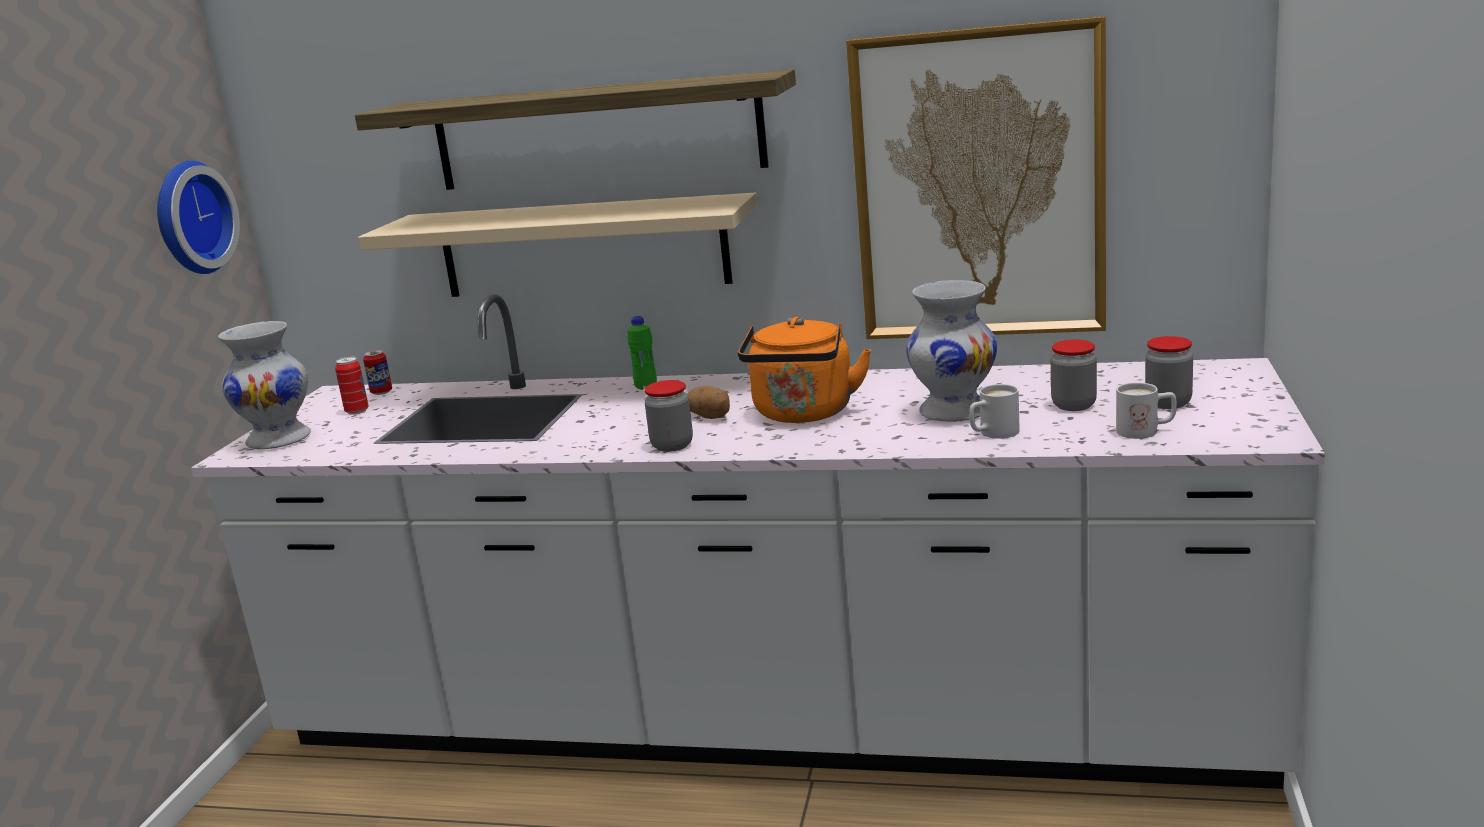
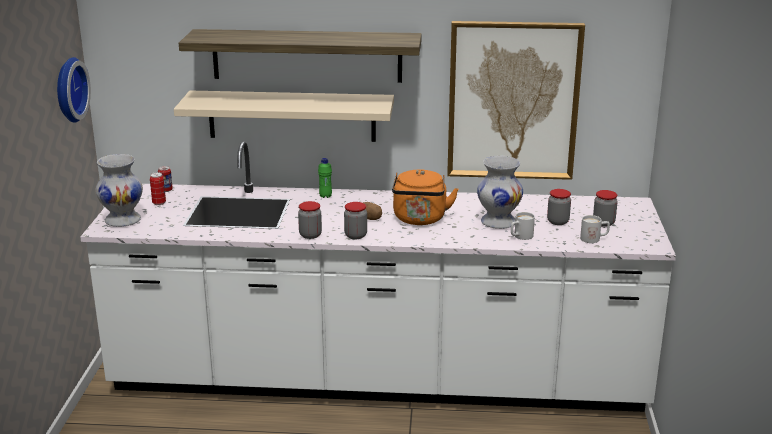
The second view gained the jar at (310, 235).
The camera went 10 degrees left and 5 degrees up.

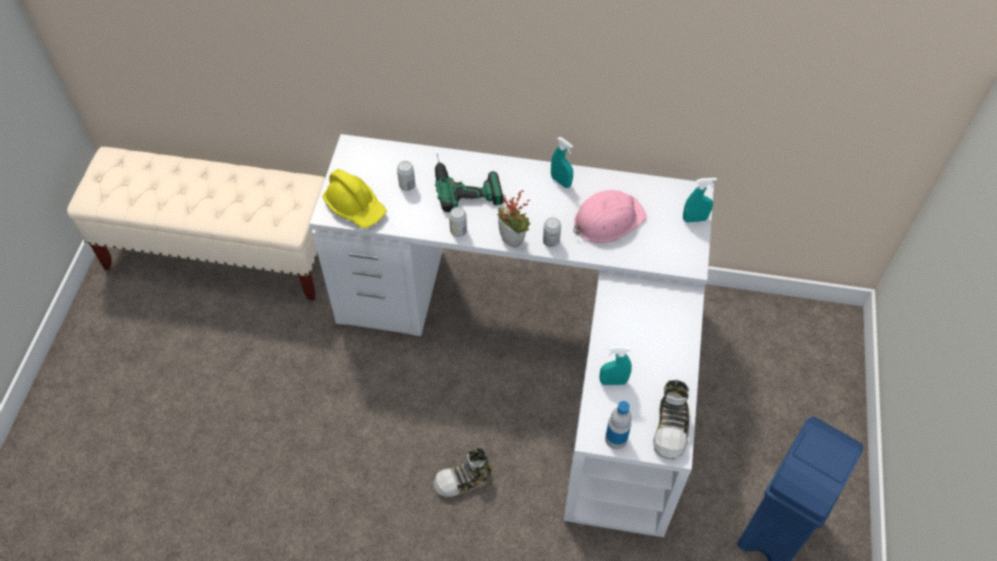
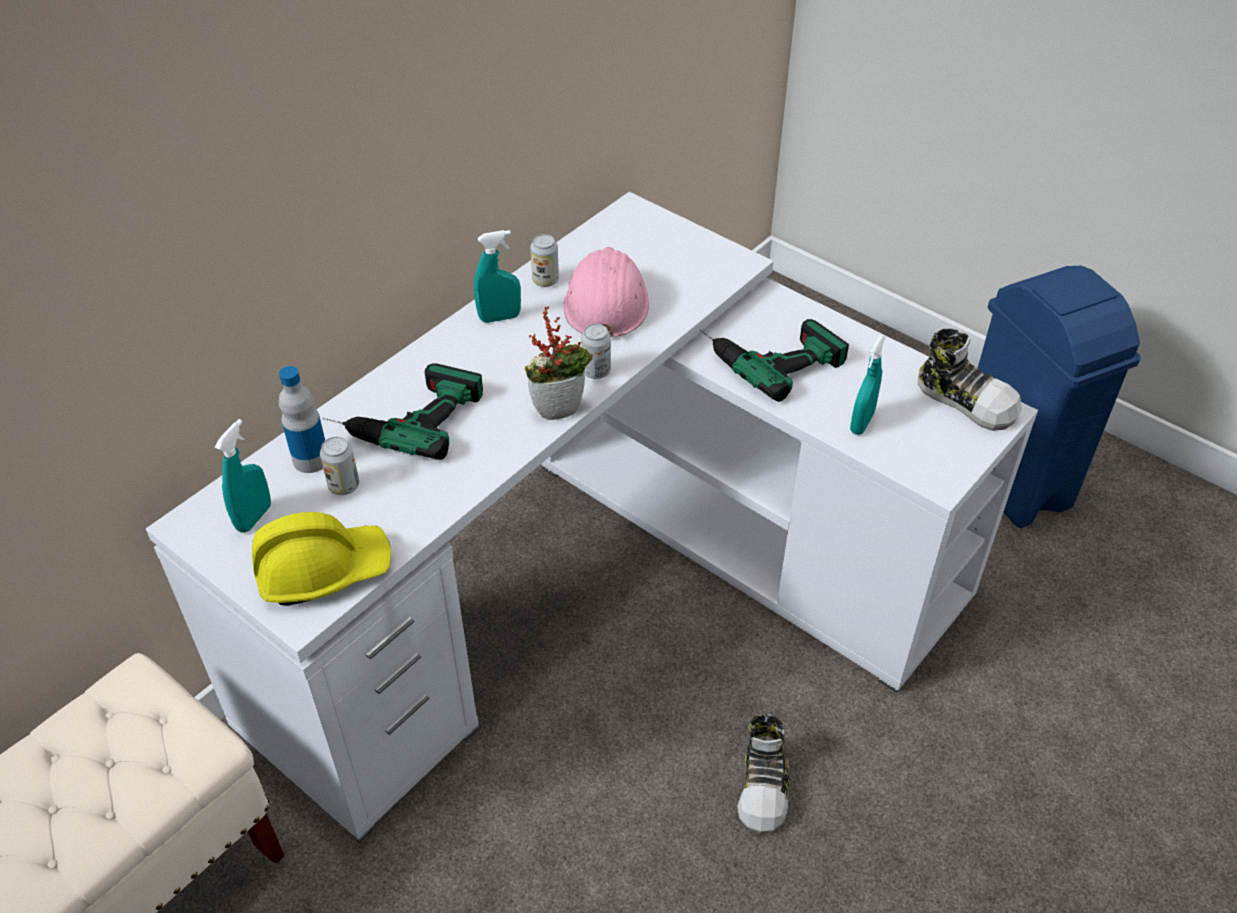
The can ended up elsewhere, having gone from (458, 231) to (545, 280).
The bottle ended up elsewhere, having gone from (616, 439) to (311, 460).
The turquoise spray bottle ended up elsewhere, having gone from (695, 219) to (254, 517).
The second view gained the power drill at (767, 353).
The camera went 60 degrees left and 10 degrees down.

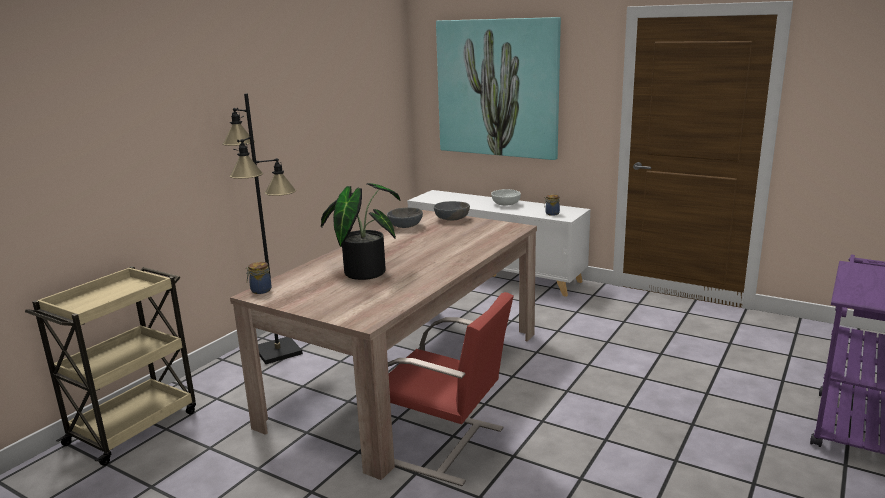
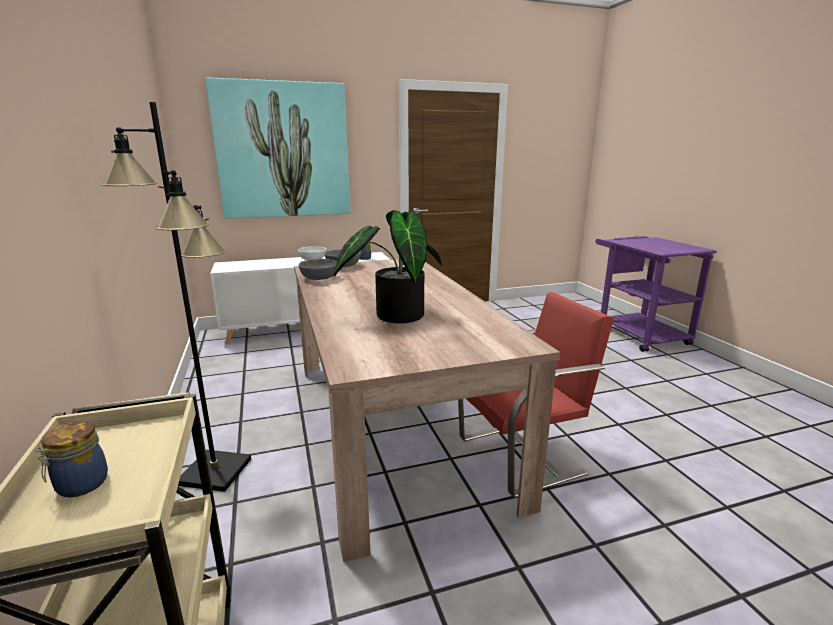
The jar ended up elsewhere, having gone from (260, 290) to (80, 485).
The camera went 50 degrees left and 0 degrees up.

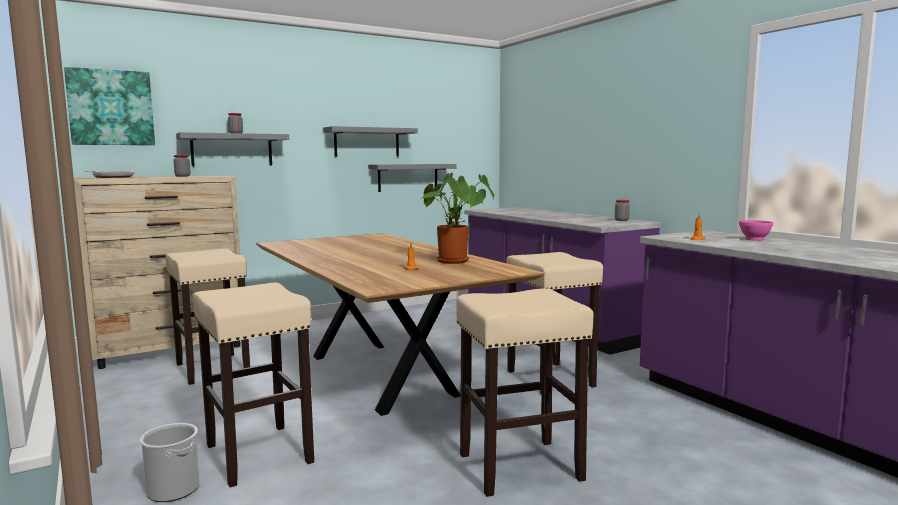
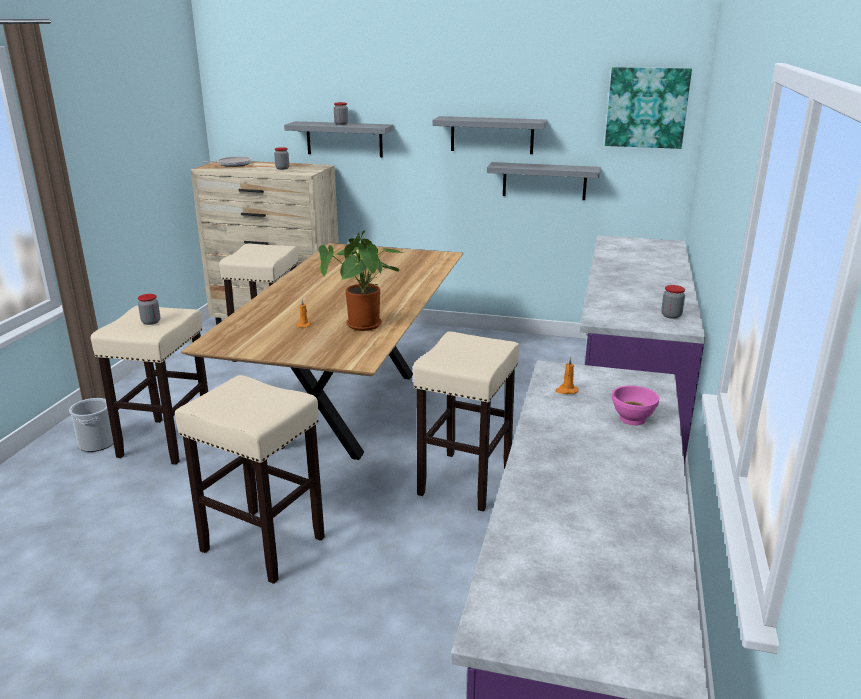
The picture ended up elsewhere, having gone from (111, 108) to (646, 107).
The second view gained the jar at (151, 322).
The camera went 45 degrees right and 15 degrees up.

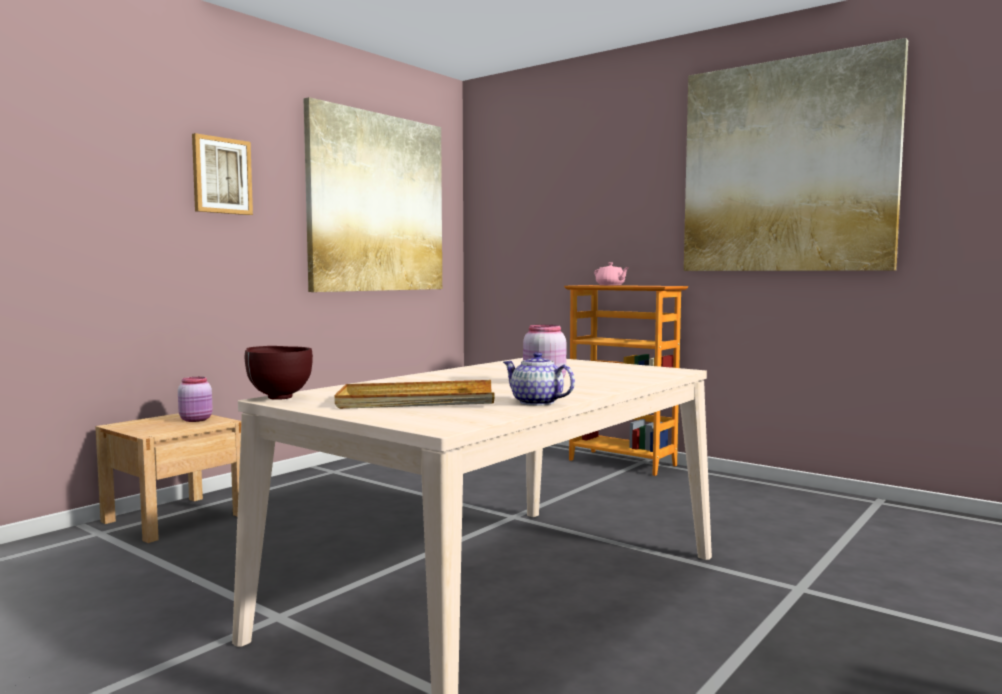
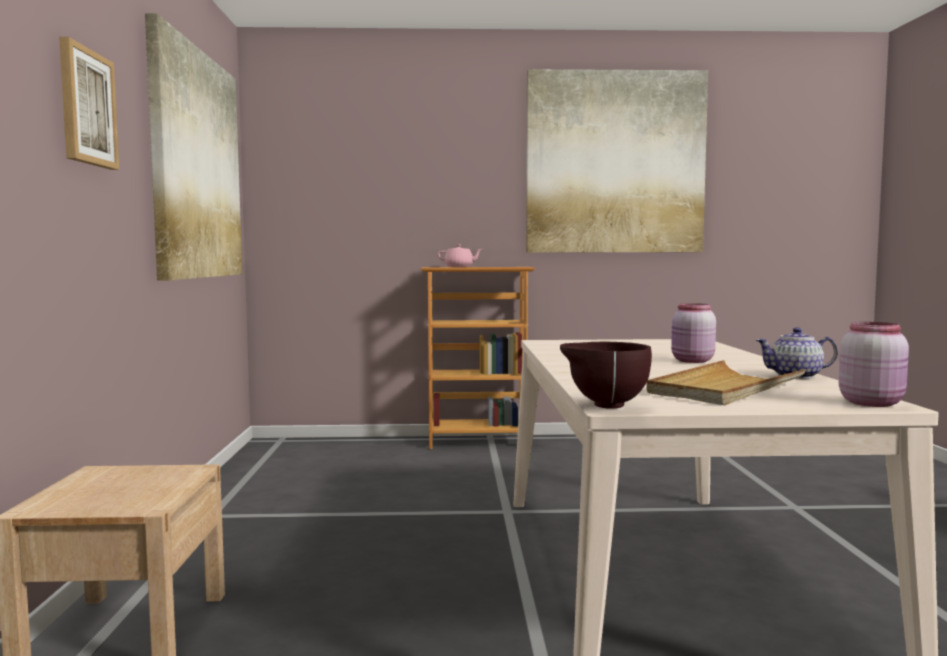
The pink jar ended up elsewhere, having gone from (197, 420) to (871, 403).
The camera went 40 degrees left and 0 degrees up.

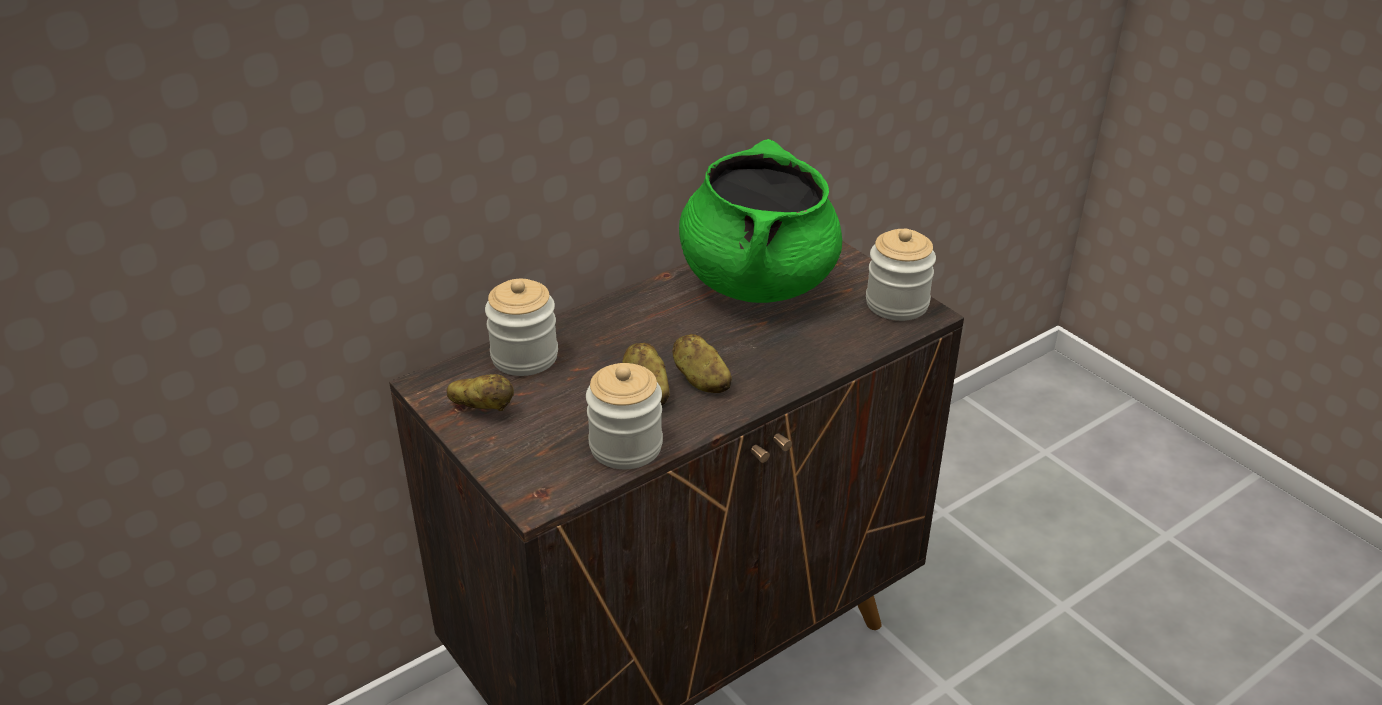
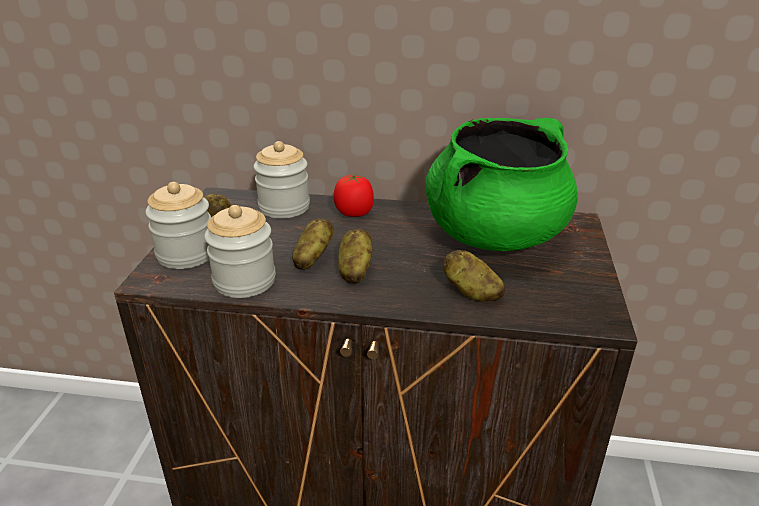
The jar ended up elsewhere, having gone from (897, 304) to (186, 254).
The second view gained the tomato at (354, 213).
The second view gained the potato at (471, 292).
The camera went 45 degrees right and 5 degrees down.

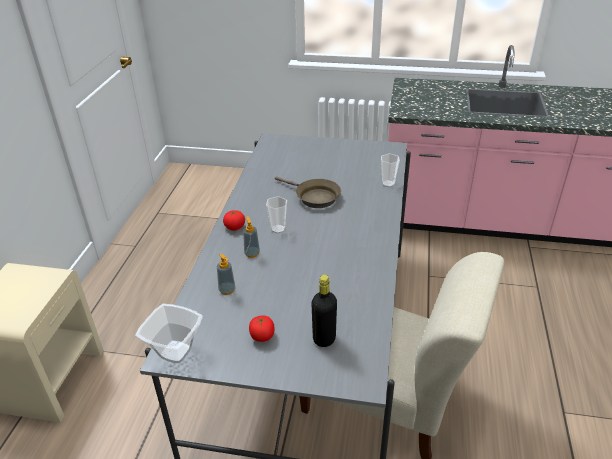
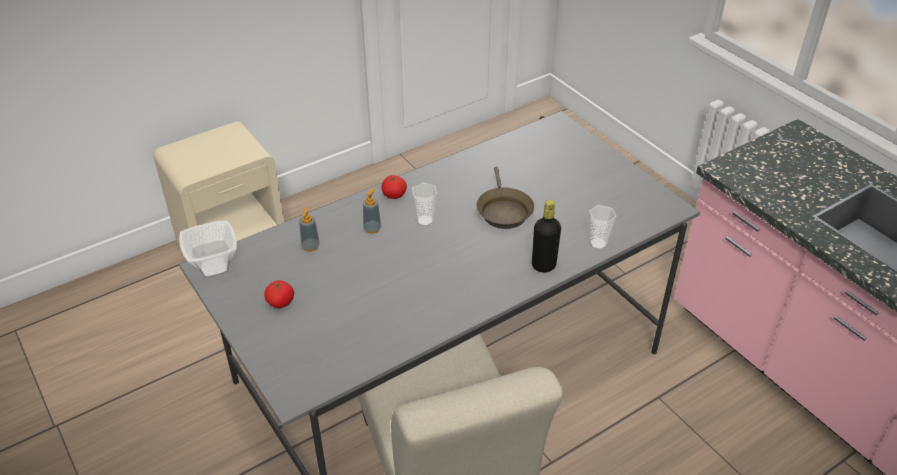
The black bottle ended up elsewhere, having gone from (324, 339) to (543, 265).
The camera went 45 degrees right and 5 degrees up.

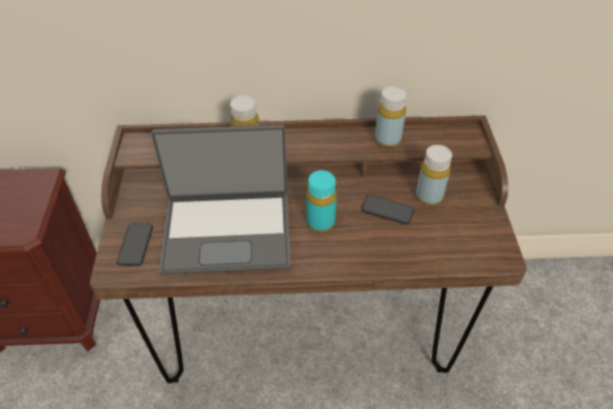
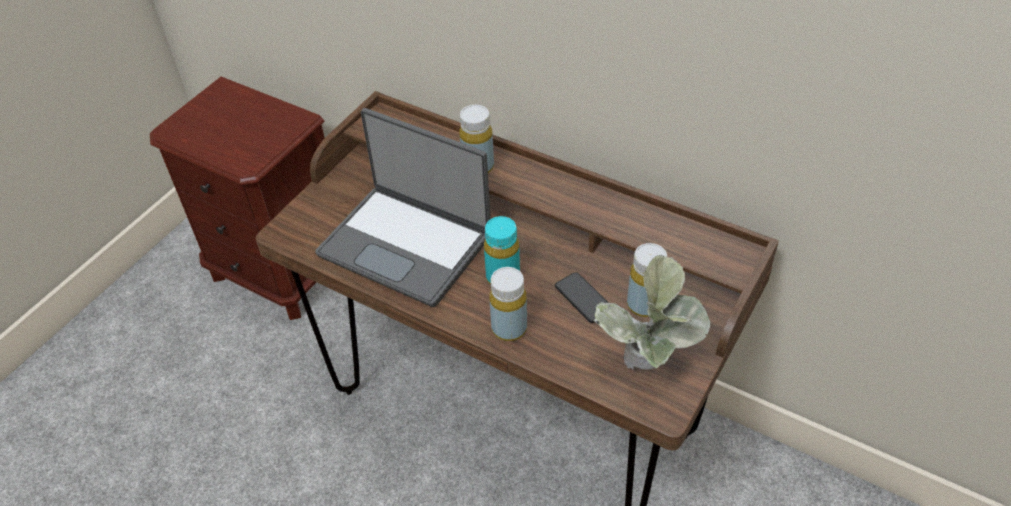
The second view lost the phone at (135, 245).
The yellow bottle ended up elsewhere, having gone from (387, 139) to (509, 328).
The second view gained the potted plant at (647, 369).
The camera went 35 degrees right and 0 degrees up.

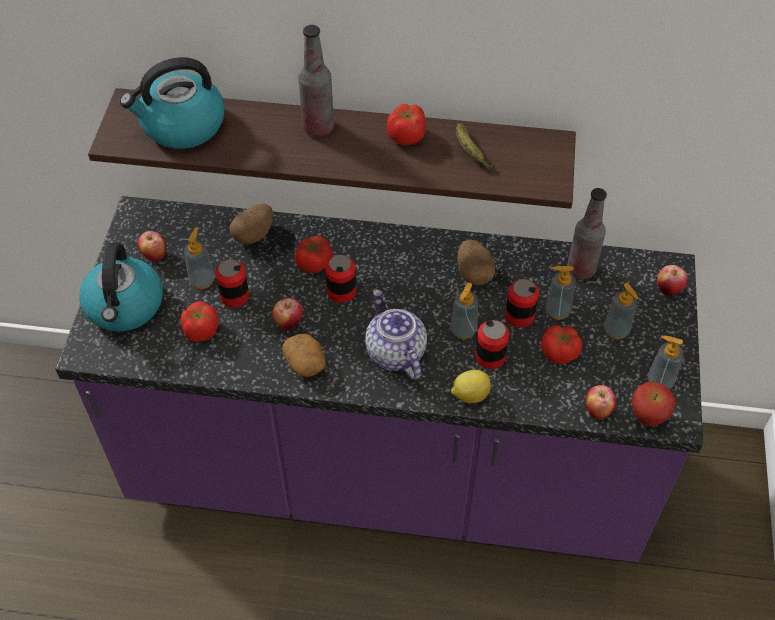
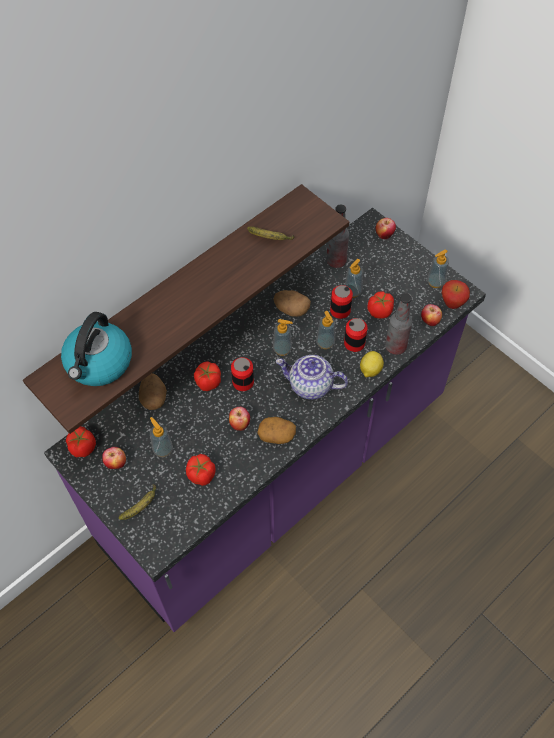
Where the kettle stood at (125, 306), the banana came to stand at (141, 506).
The second view lost the can at (234, 296).
The bottle ended up elsewhere, having gone from (318, 127) to (395, 347).
The tomato ended up elsewhere, having gone from (406, 136) to (83, 447).
The soap dispenser ended up elsewhere, having gone from (616, 330) to (282, 349).
The camera went 50 degrees left and 5 degrees up.

